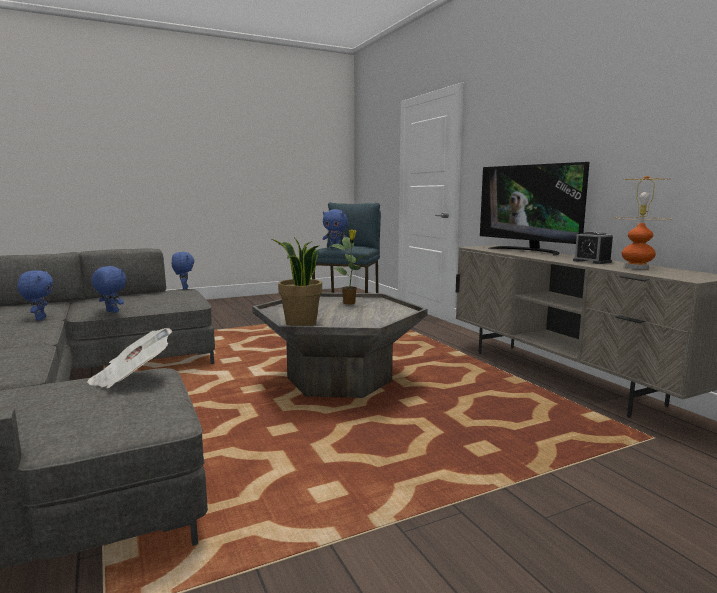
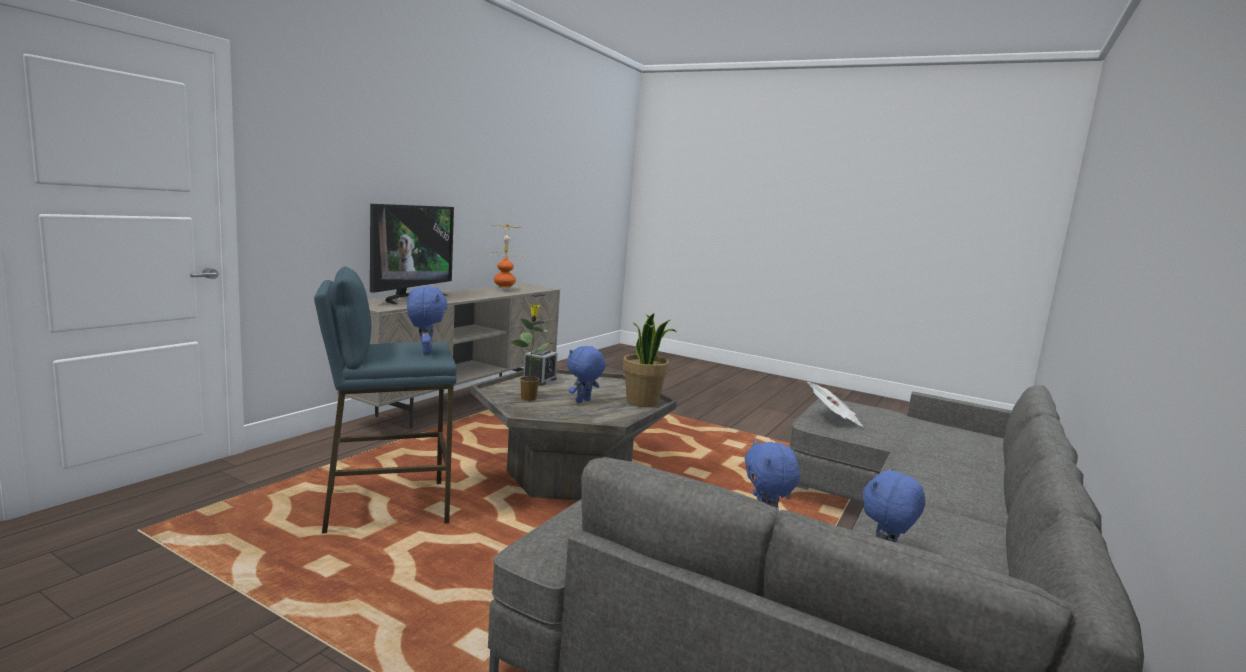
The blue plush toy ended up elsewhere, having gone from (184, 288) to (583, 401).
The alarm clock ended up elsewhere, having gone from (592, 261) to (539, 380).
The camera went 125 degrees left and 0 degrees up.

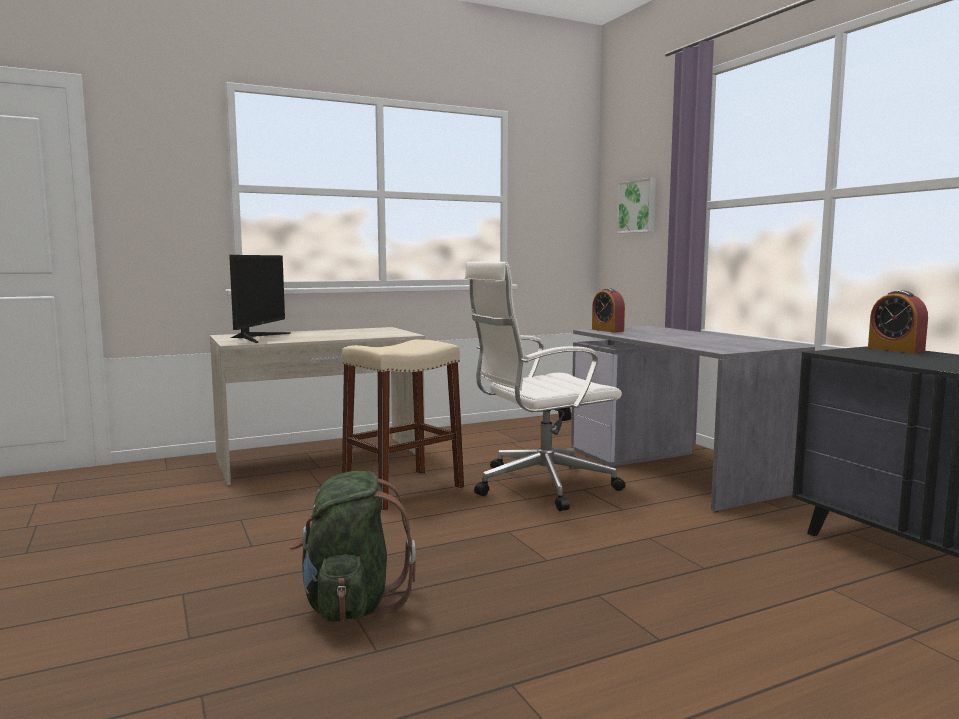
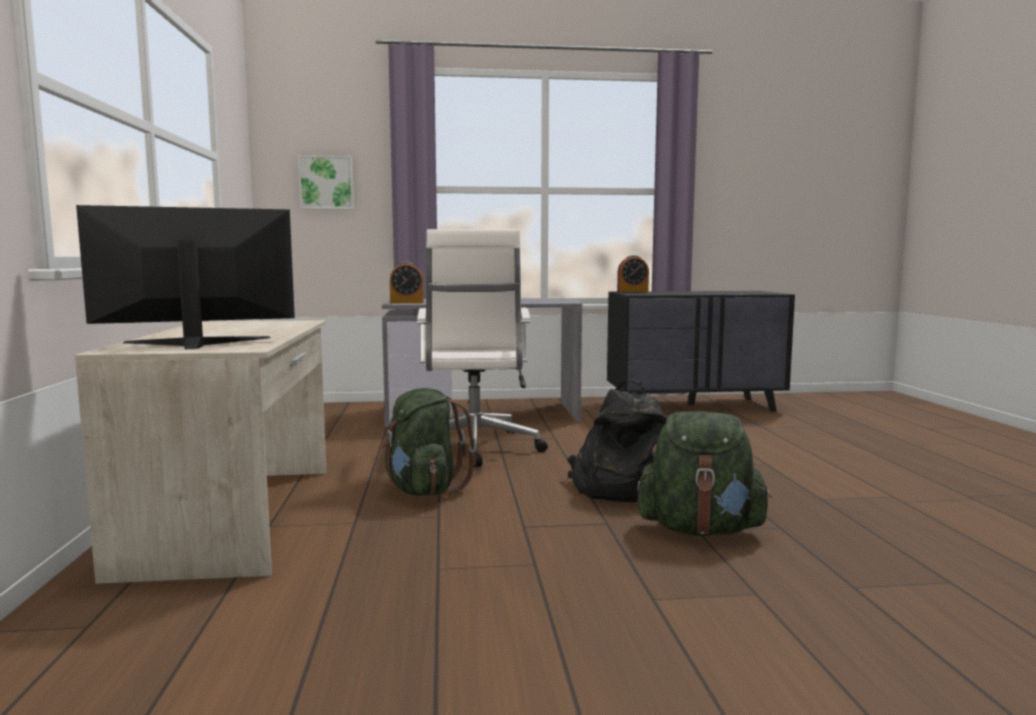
The monitor at (257, 337) ended up facing another way, 45 degrees counterclockwise from before.
Where the beige stool stood at (403, 489), the green backpack came to stand at (423, 490).
The second view gained the black backpack at (617, 488).
The camera went 70 degrees left and 0 degrees up.

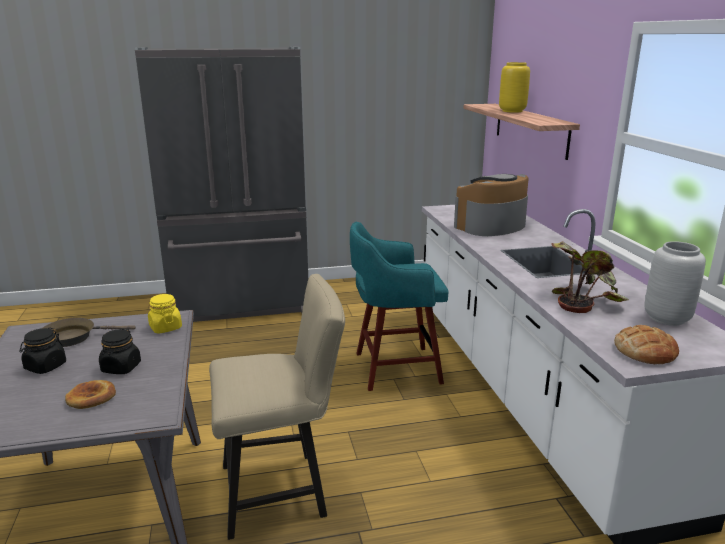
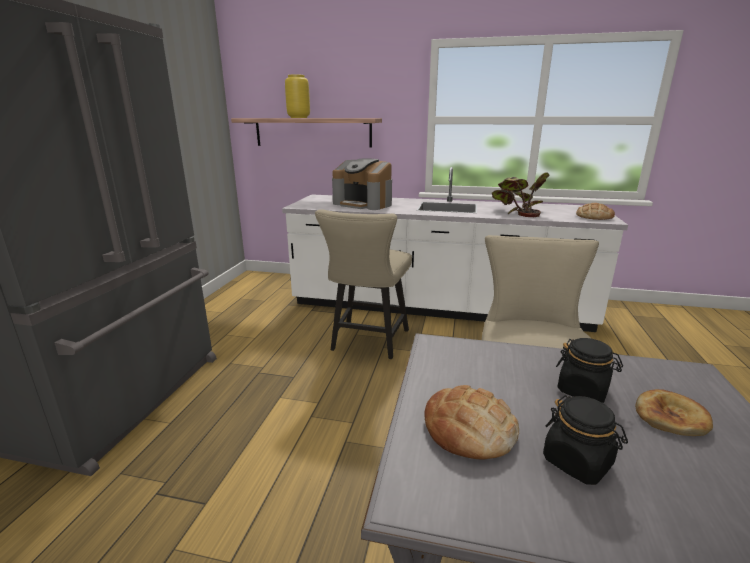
Where the brown frying pan stood at (74, 337), the bread came to stand at (469, 429).
The second view lost the yellow jar at (165, 327).
Where the turquoise stool stood at (394, 368), the beige chair came to stand at (367, 342).
The coffee machine at (490, 226) ended up facing another way, 45 degrees counterclockwise from before.
The second view lost the grey vase at (666, 318).
The camera went 65 degrees left and 0 degrees up.

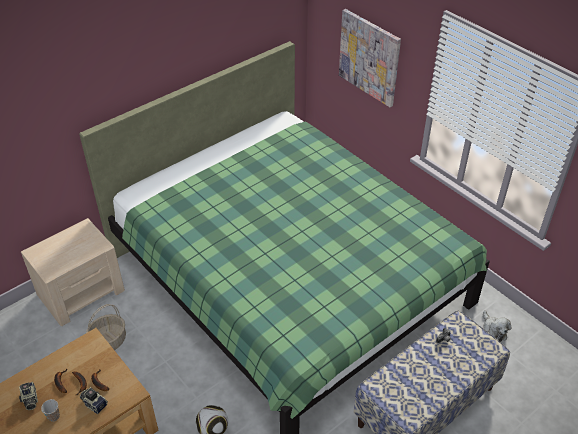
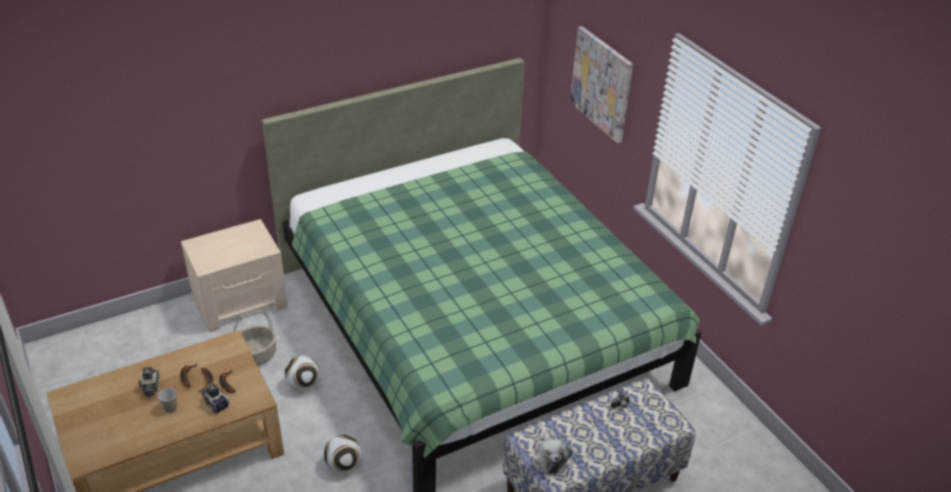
The plush toy ended up elsewhere, having gone from (493, 330) to (550, 457).
The second view gained the football at (303, 384).
The camera went 10 degrees right and 5 degrees down.

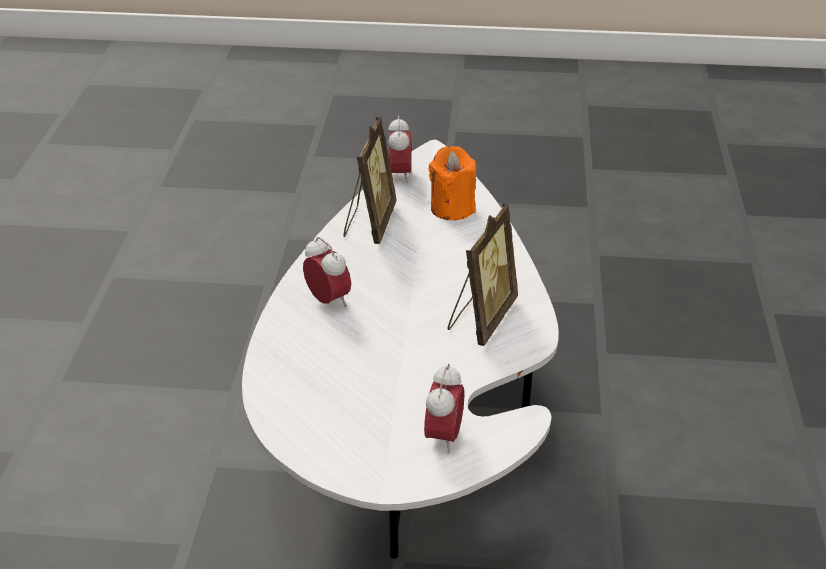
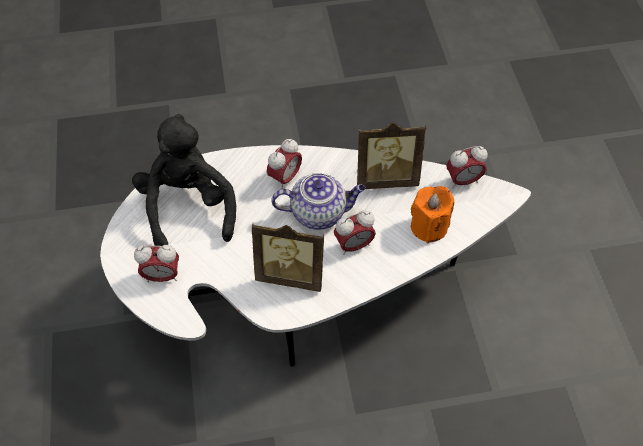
The second view gained the black plush toy at (189, 206).
The second view gained the teapot at (319, 212).
The second view gained the alarm clock at (353, 245).
The camera went 75 degrees right and 20 degrees up.

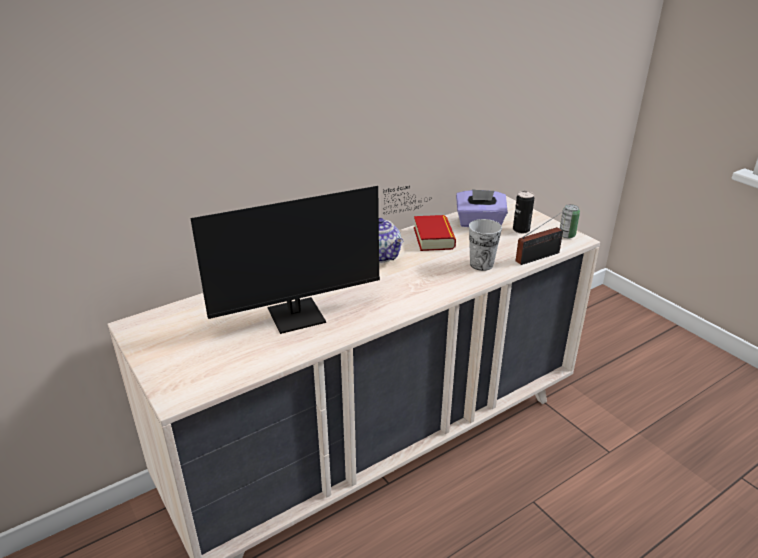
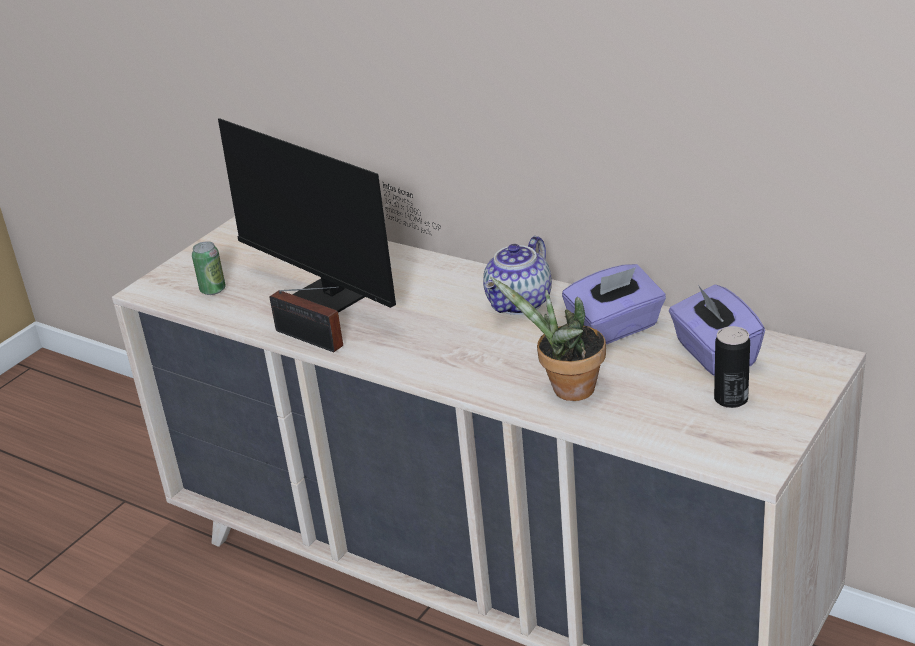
Where the book stood at (433, 238), the purple tissue box came to stand at (615, 328).
Where the cup stood at (481, 264), the potted plant came to stand at (567, 390).
The radio ended up elsewhere, having gone from (540, 256) to (312, 340).
The can ended up elsewhere, having gone from (567, 235) to (213, 290).
The camera went 70 degrees right and 0 degrees up.

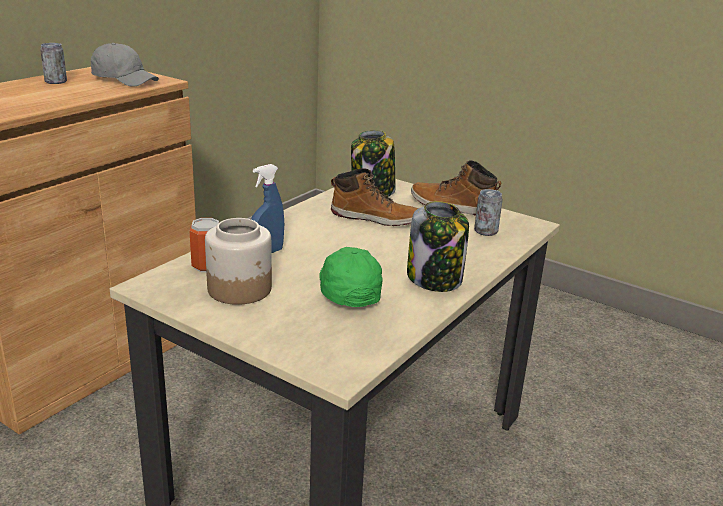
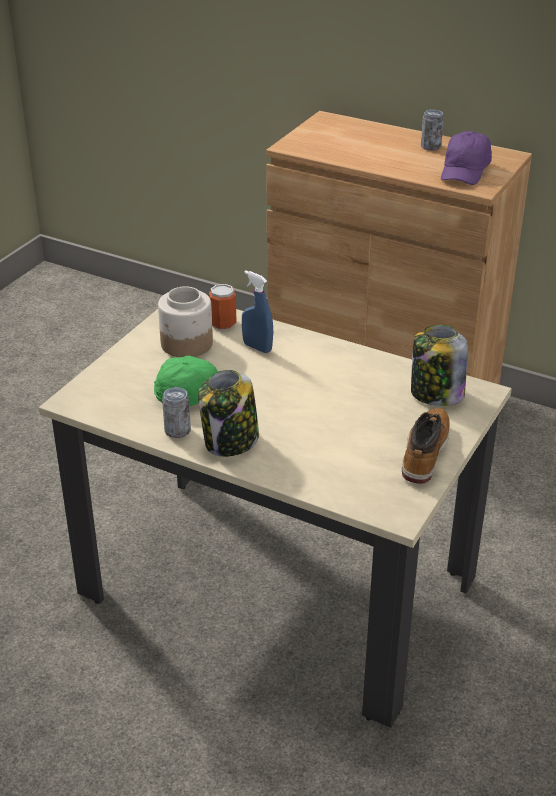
What was the grey cap at (124, 80) turned into the purple cap at (465, 171).
The second view lost the boot at (375, 218).
The can ended up elsewhere, having gone from (486, 231) to (177, 431).
The camera went 85 degrees right and 10 degrees up.

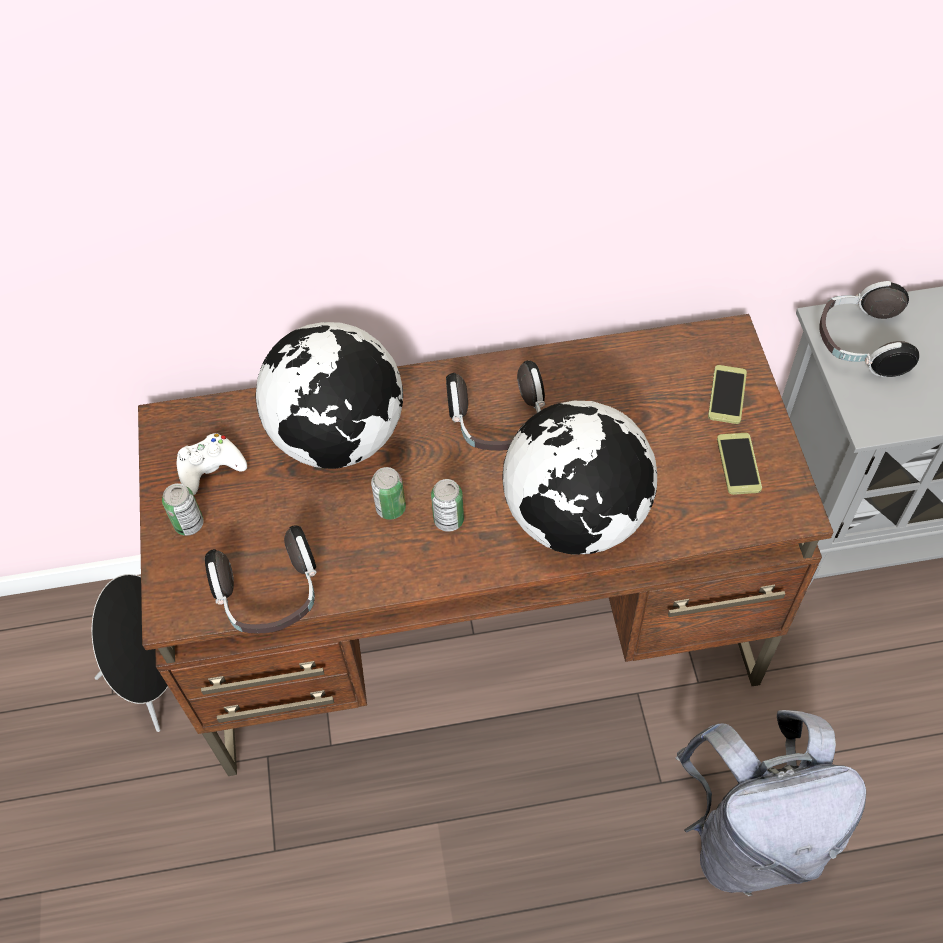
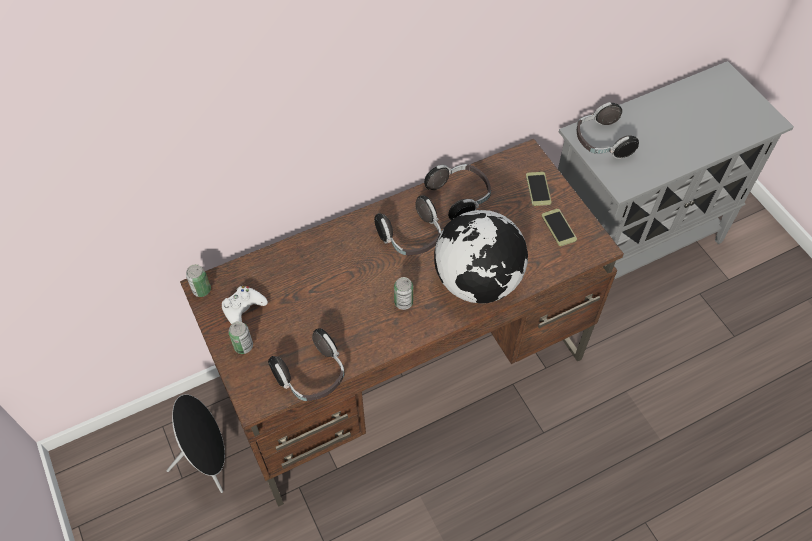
The second view lost the globe at (339, 437).
The can ended up elsewhere, having gone from (391, 508) to (201, 290).
The second view lost the grey backpack at (750, 835).
The second view gained the headphones at (460, 197).
The camera went 20 degrees left and 0 degrees up.

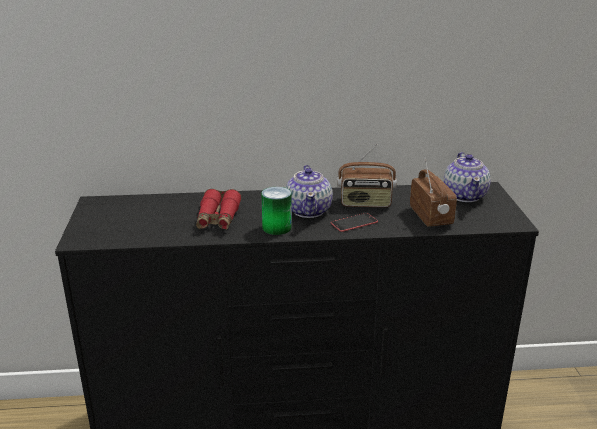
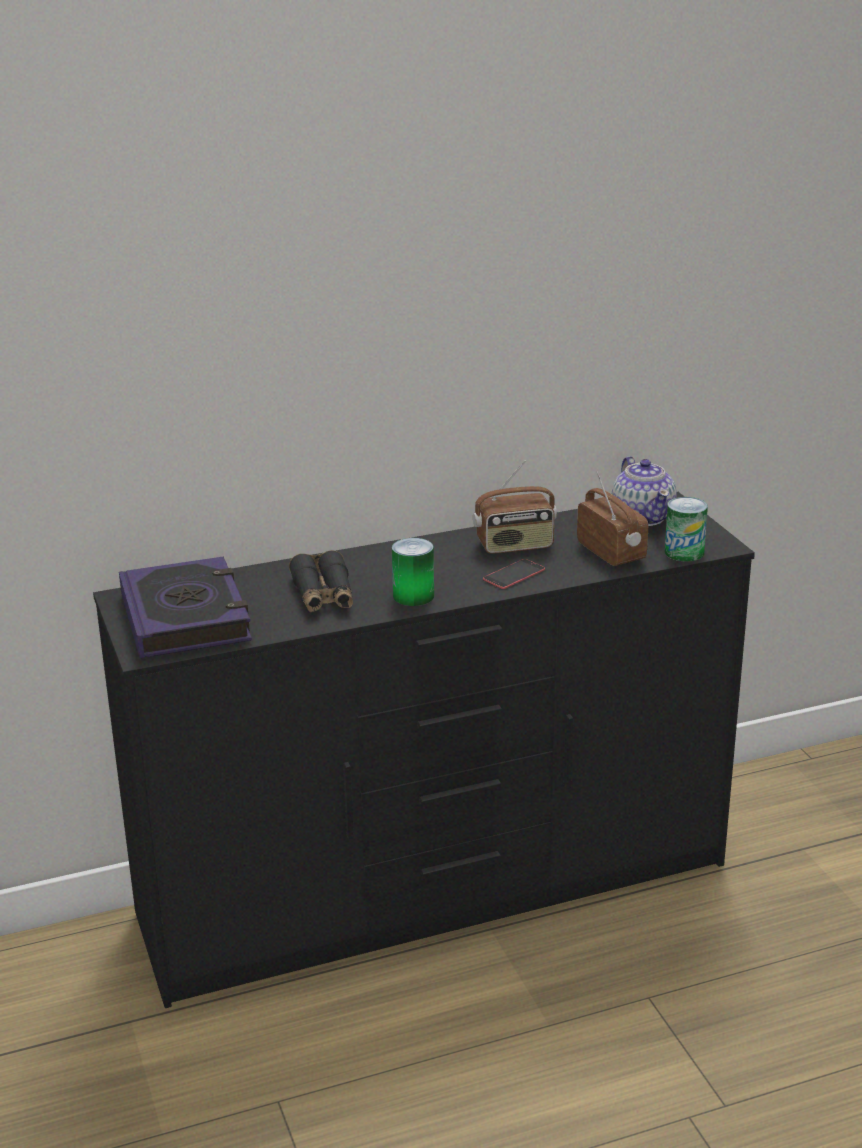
What was the red binoculars at (218, 218) turned into the black binoculars at (323, 595).
The second view lost the teapot at (309, 210).
The second view gained the book at (185, 618).
The second view gained the can at (684, 552).
The camera went 15 degrees left and 0 degrees up.

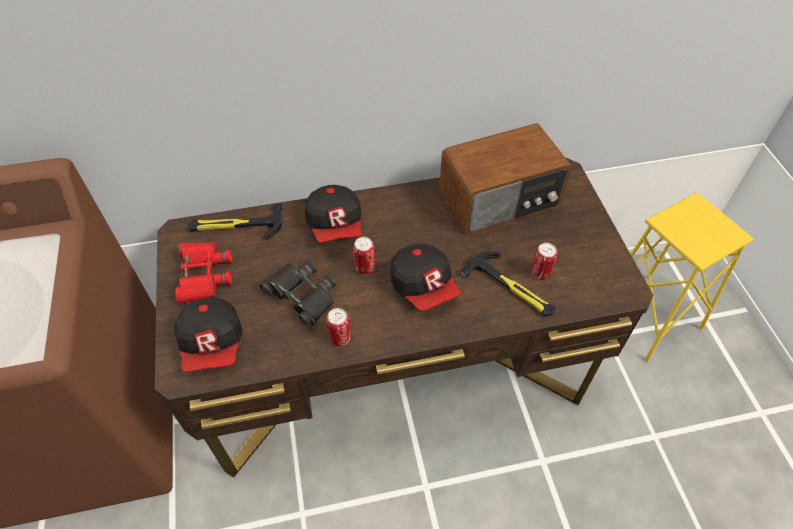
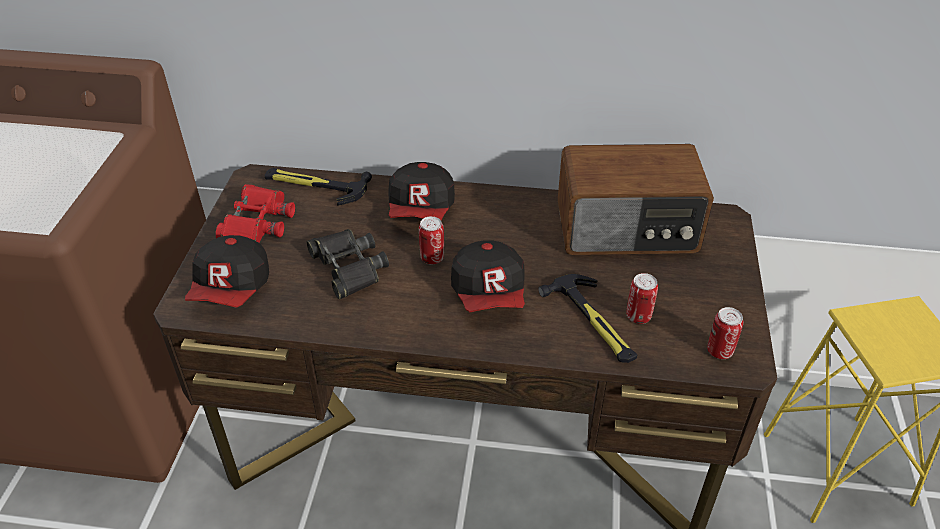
The can ended up elsewhere, having gone from (340, 338) to (719, 351).
The camera went 20 degrees right and 10 degrees down.

